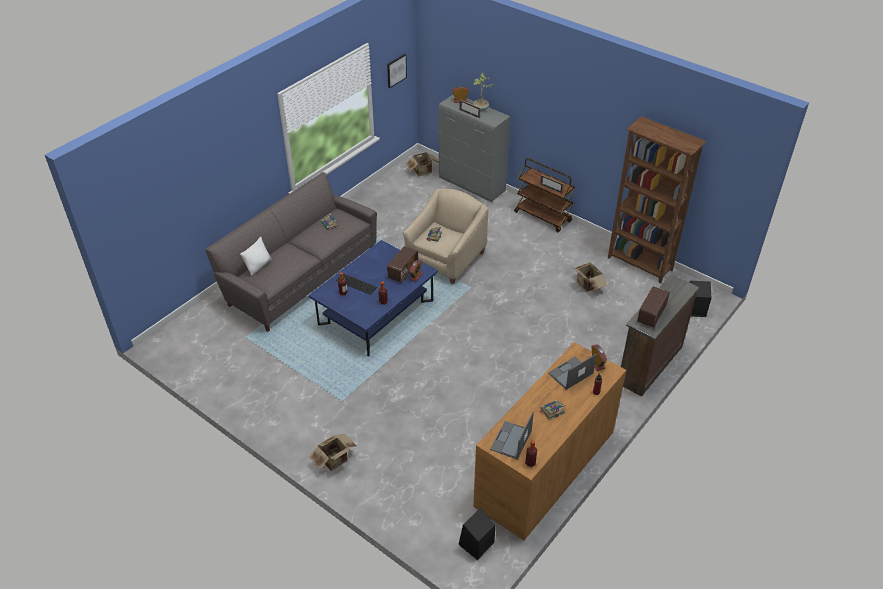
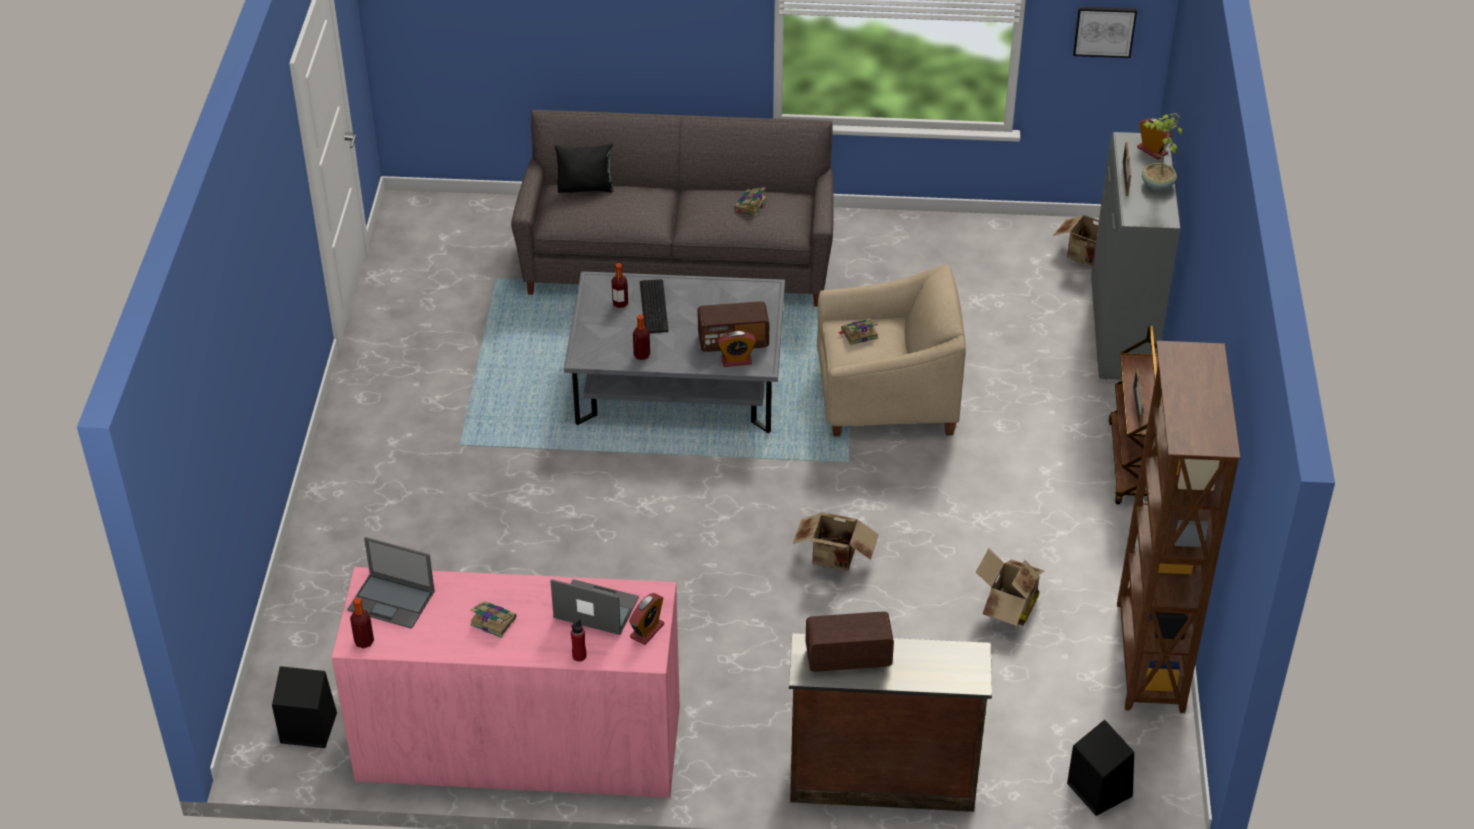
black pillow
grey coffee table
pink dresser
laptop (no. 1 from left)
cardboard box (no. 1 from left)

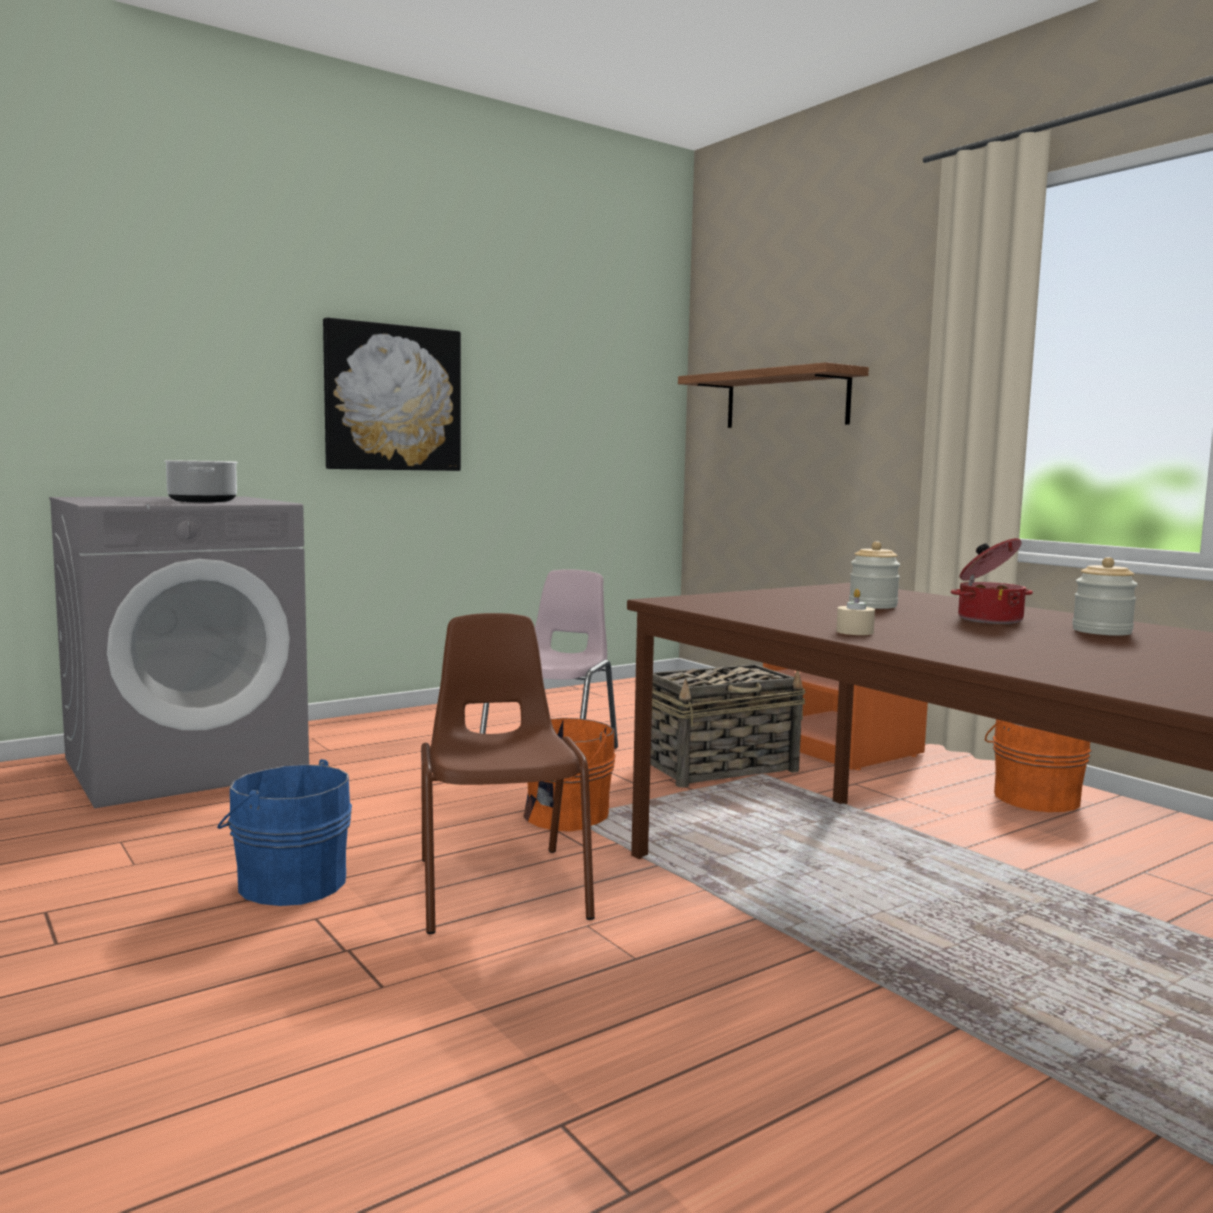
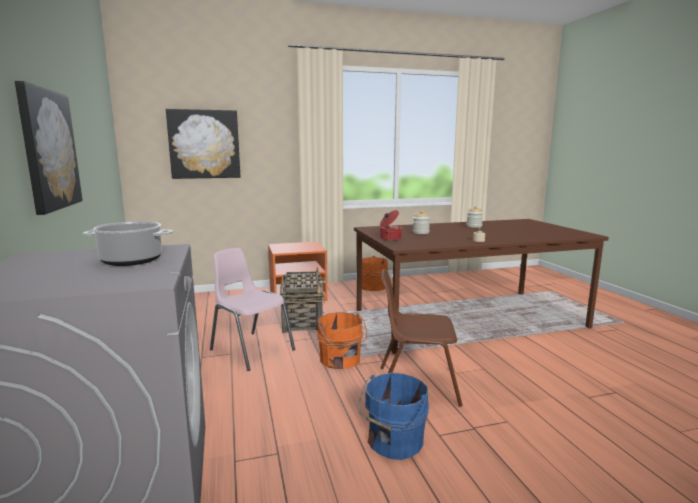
picture (no. 2 from left)
cooking pot (no. 2 from left)

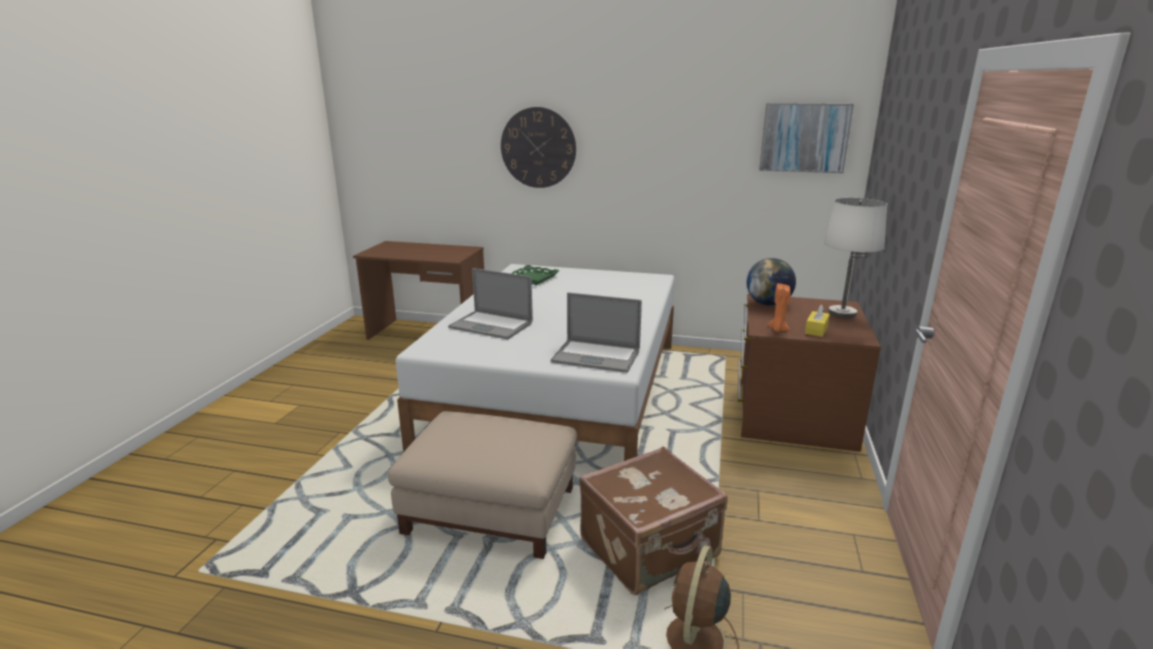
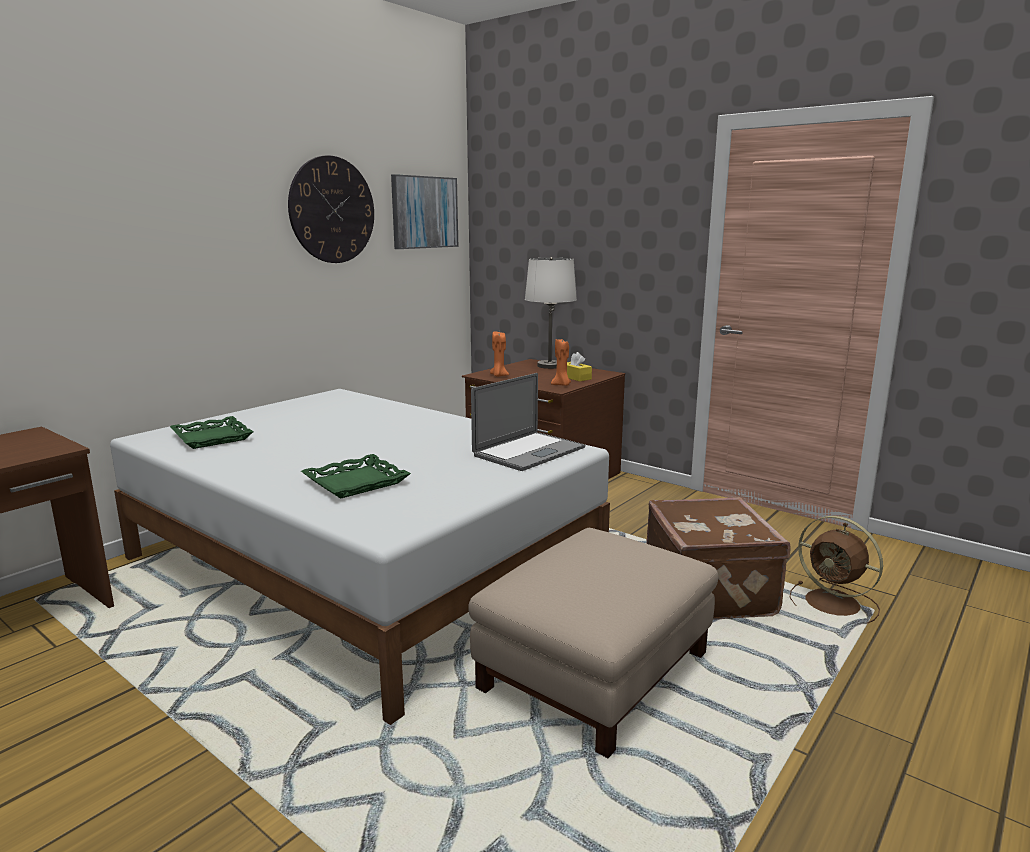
wall clock
orange candle (no. 1 from left)
green tray (no. 2 from left)

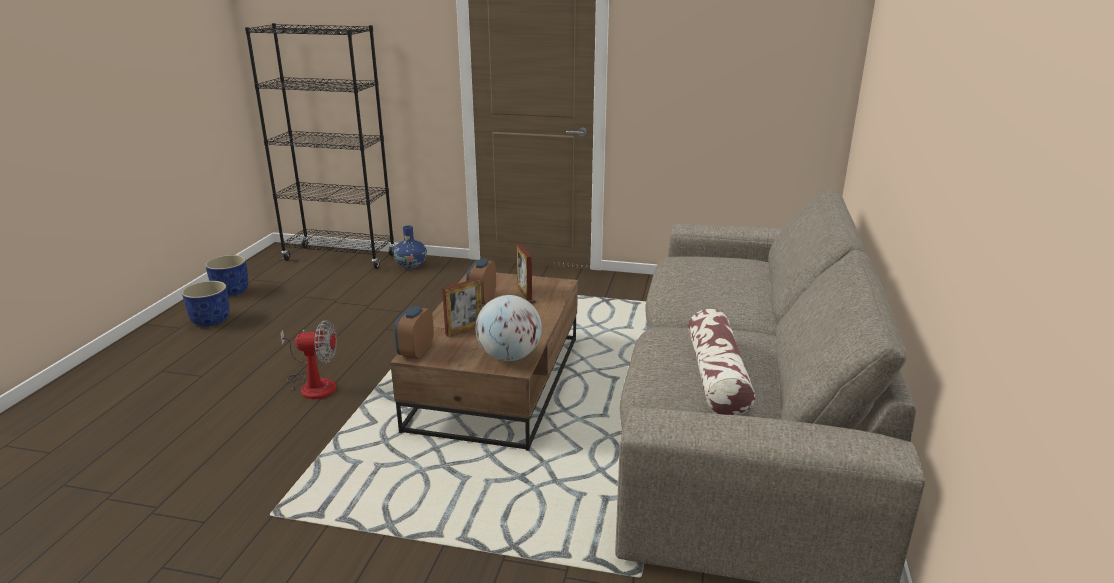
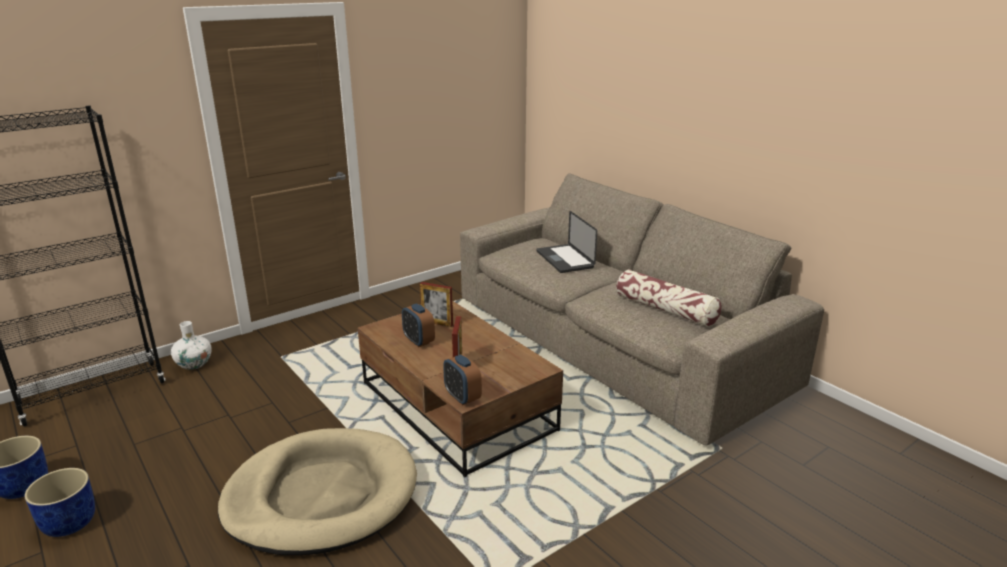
white vase
globe
beige dog bed
laptop

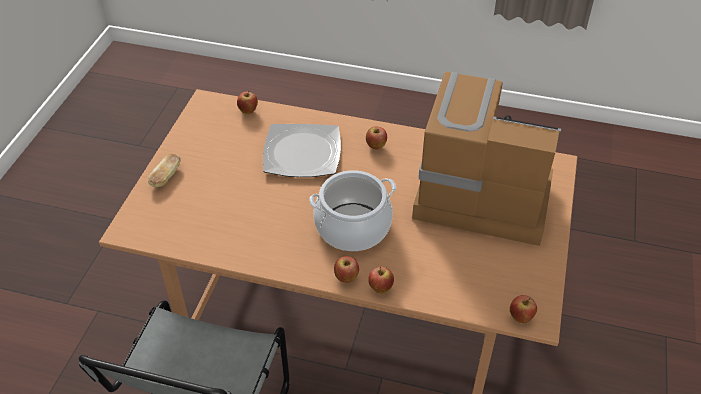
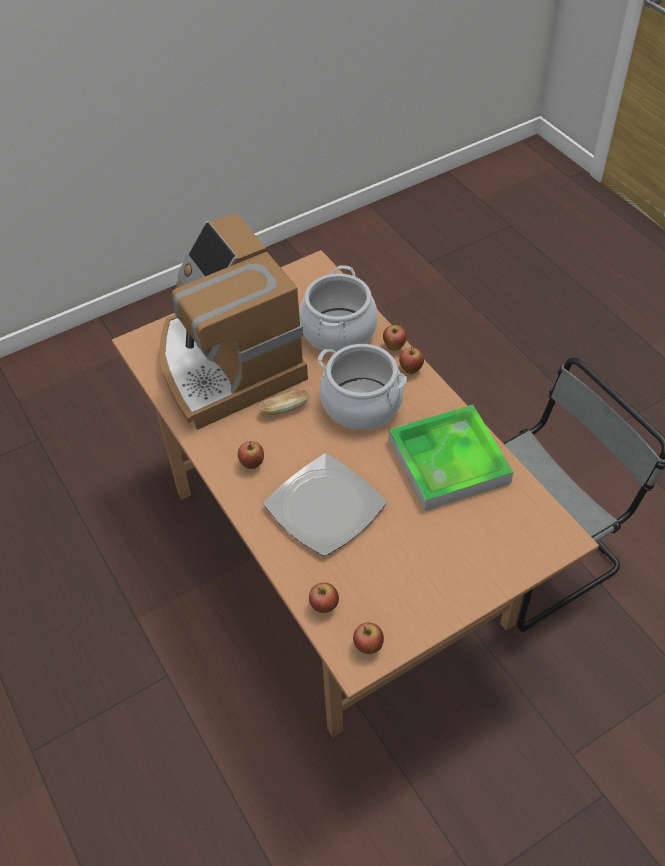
bread
apple (no. 3 from left)
cooking pot (no. 1 from left)
tray

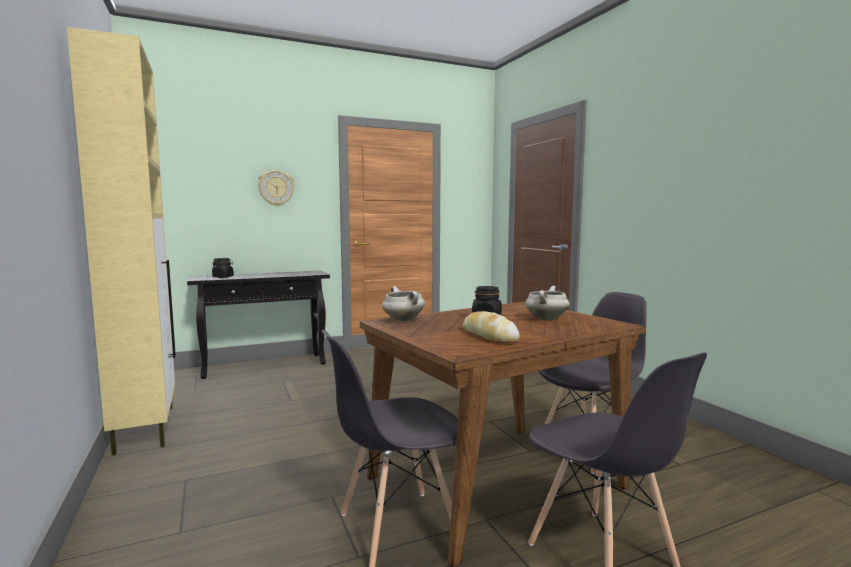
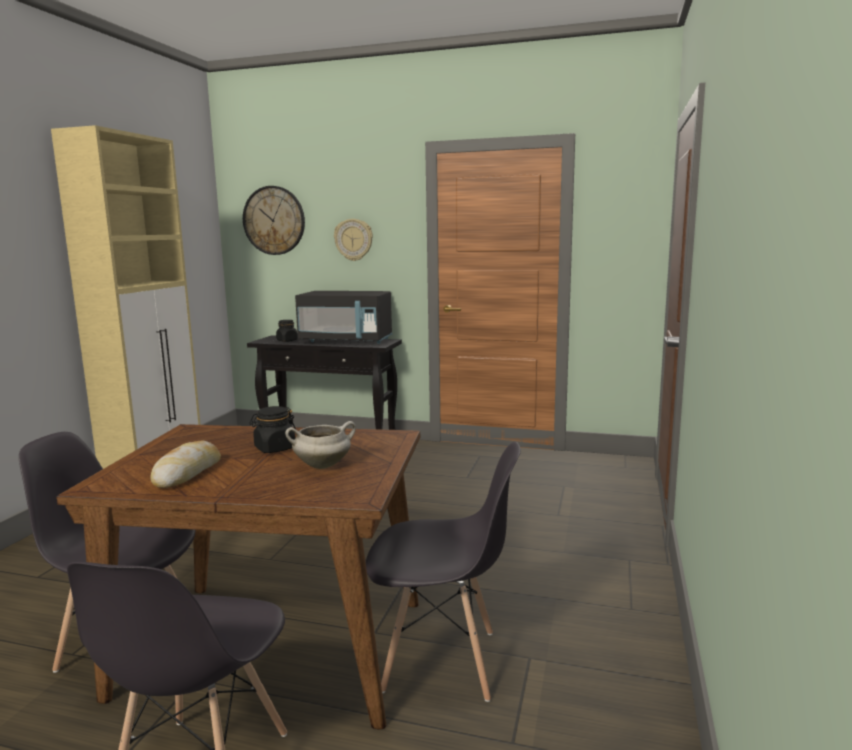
white cooking pot (no. 1 from left in the first image)
wall clock (no. 1 from left)
black microwave

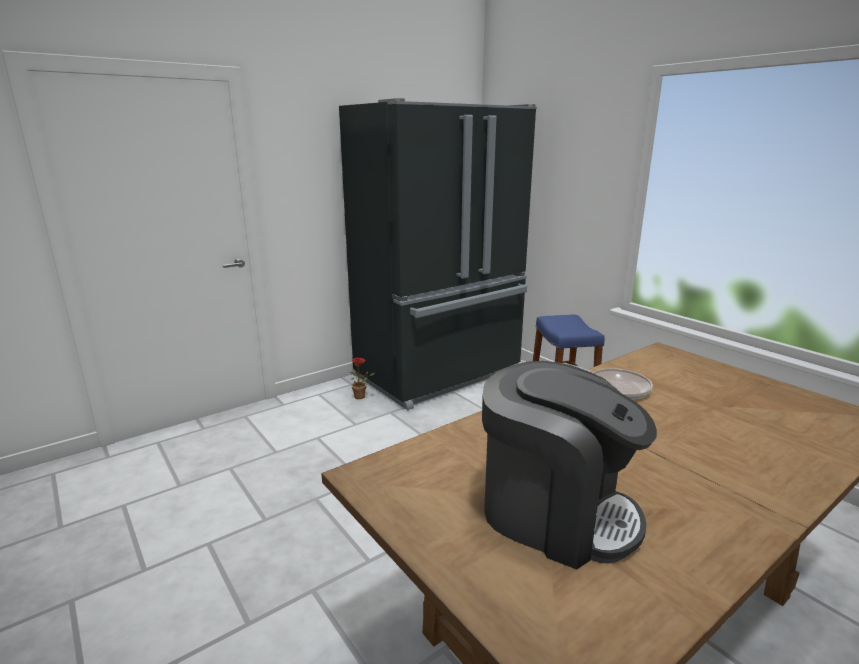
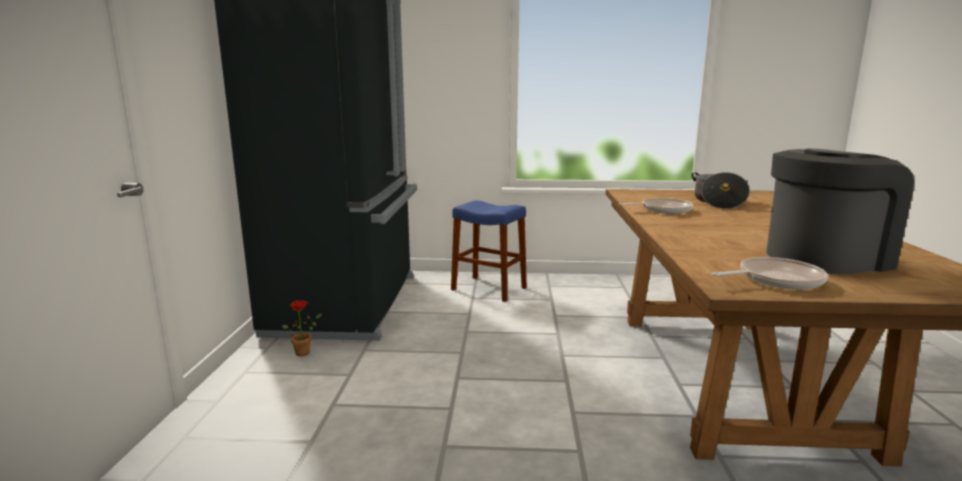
cooking pot
frying pan (no. 2 from left)

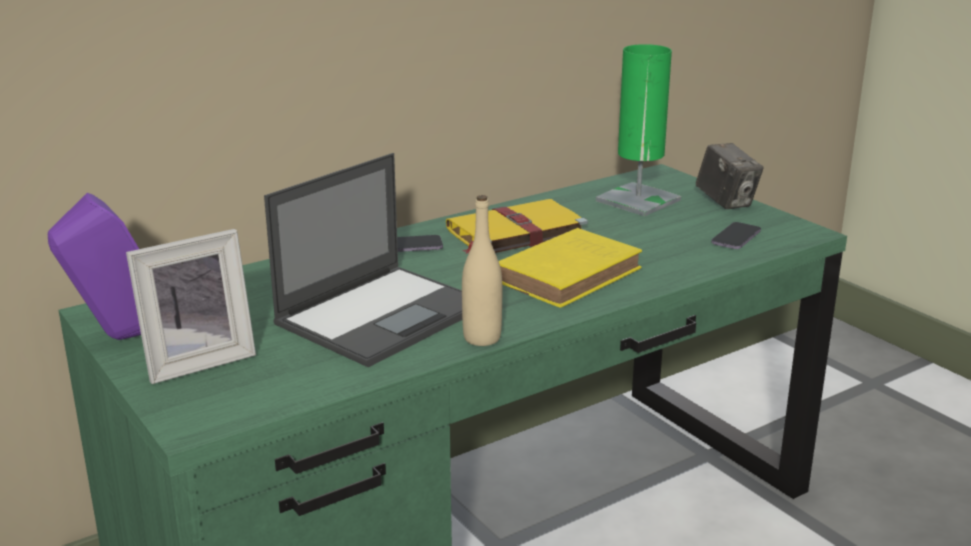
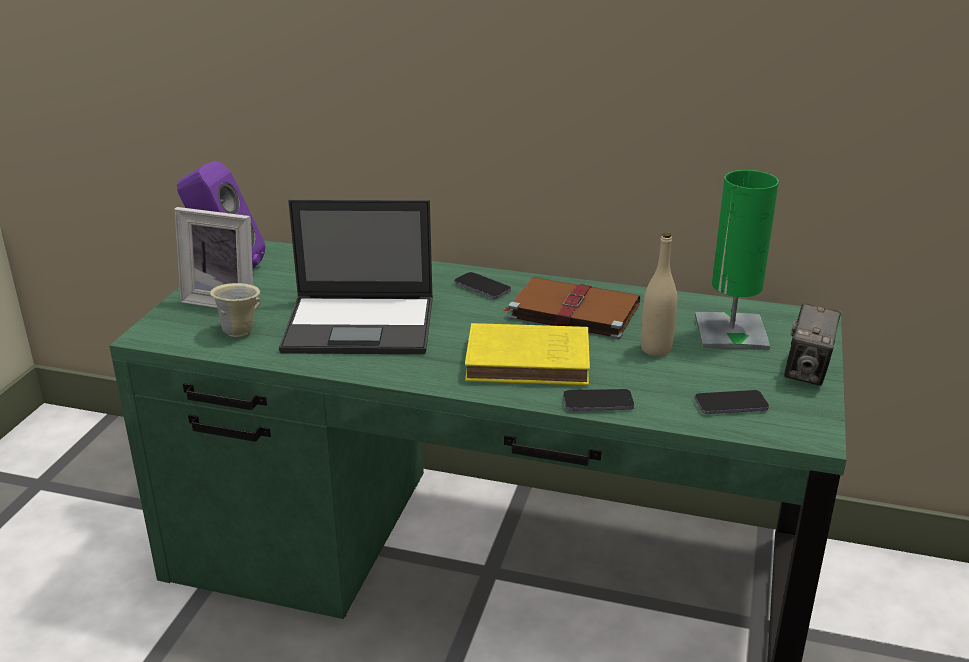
beige bottle
brown book
beige mug
phone (no. 2 from left)

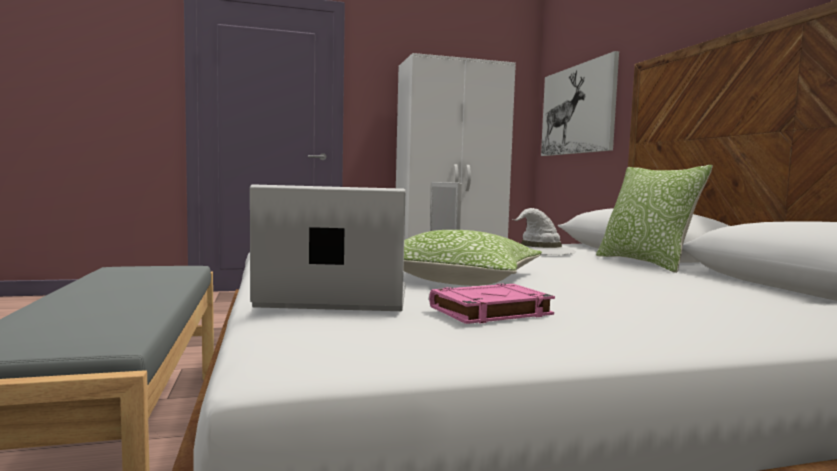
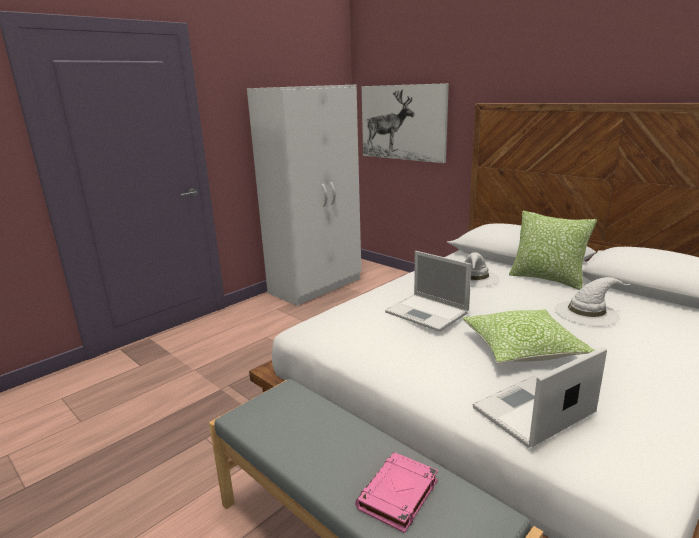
pink book
white hat (no. 2 from left)

